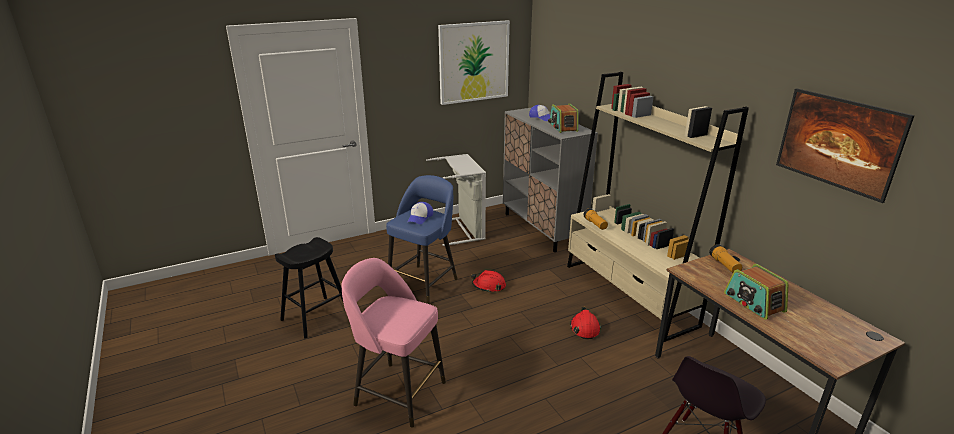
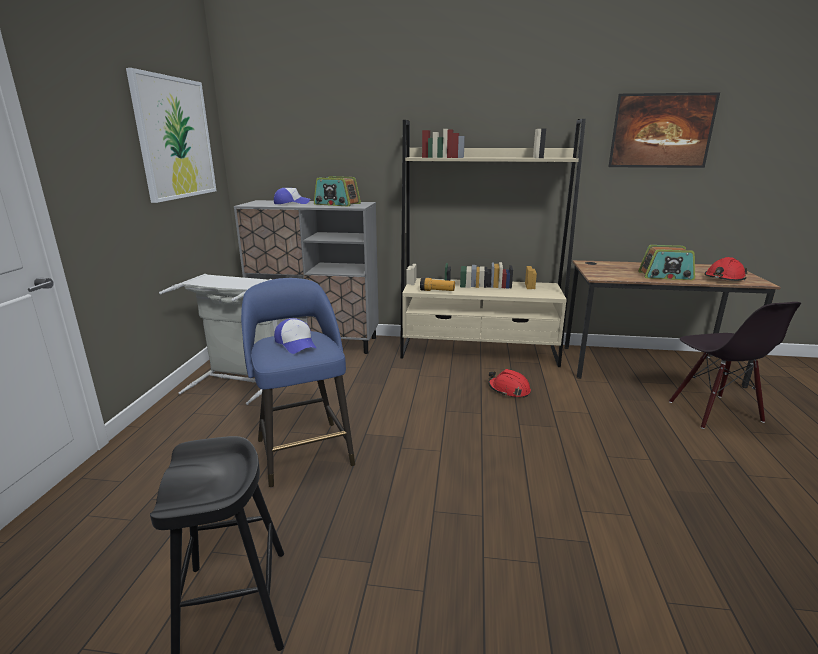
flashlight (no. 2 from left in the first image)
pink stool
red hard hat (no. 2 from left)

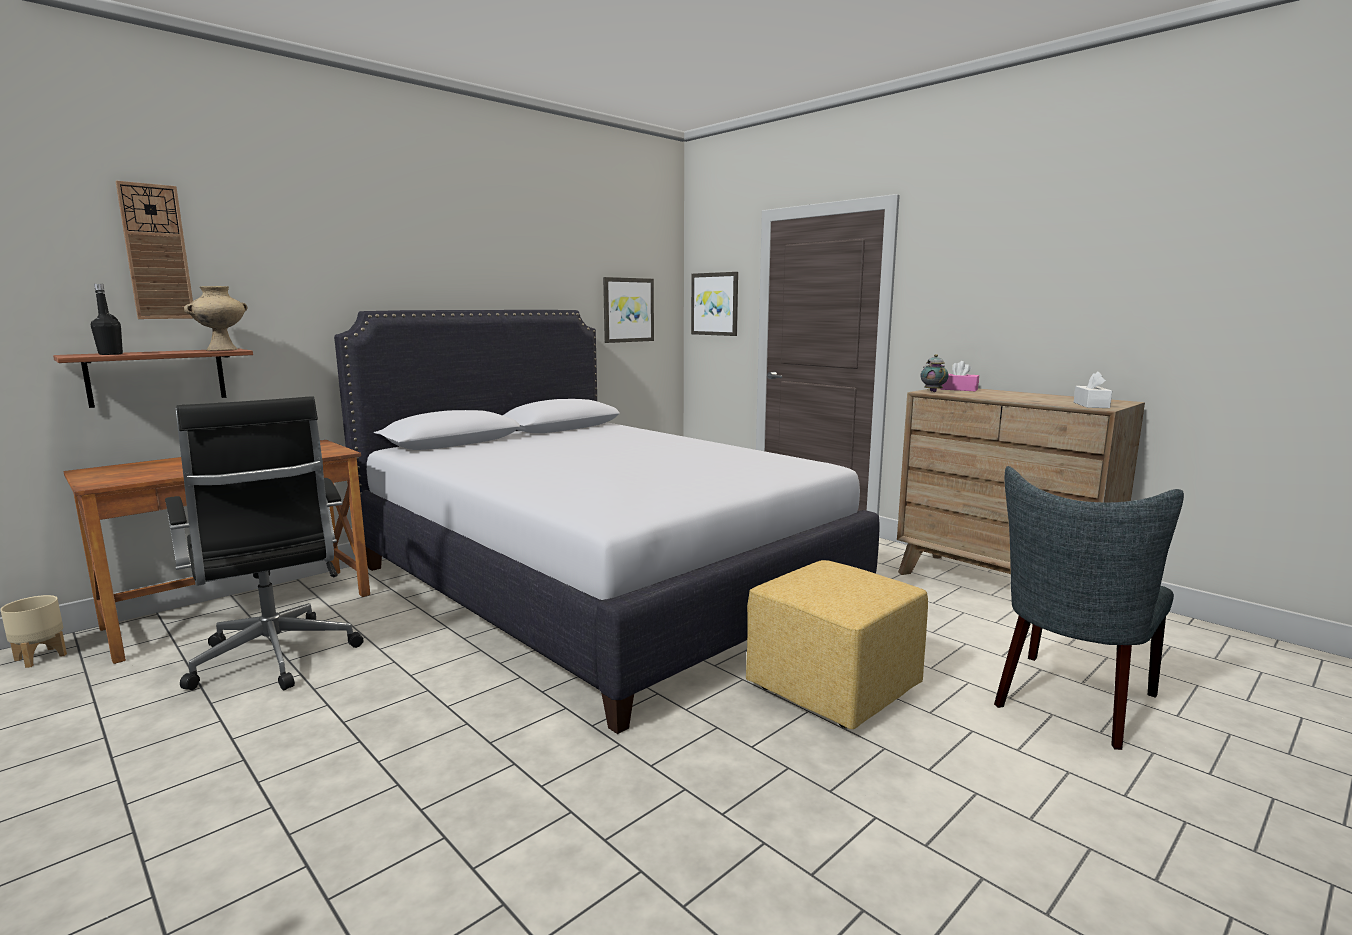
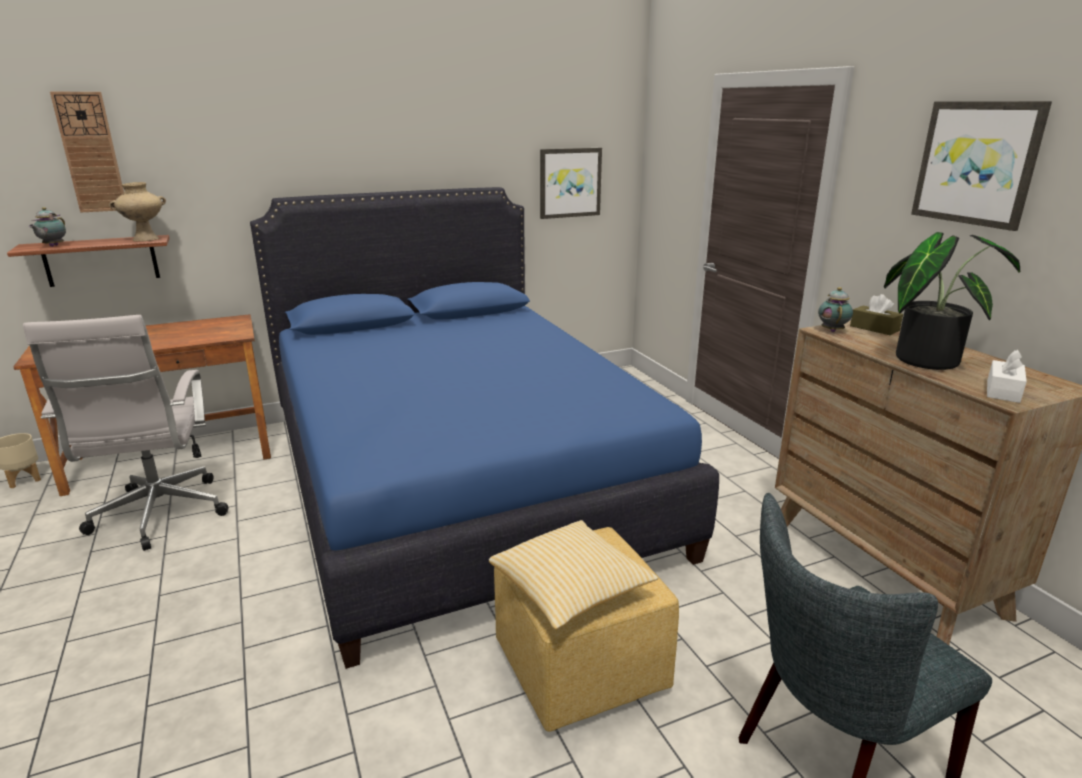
picture (no. 2 from left)
teapot (no. 1 from left)
blue bed
brown tissue box
white office chair
potted plant
pillow

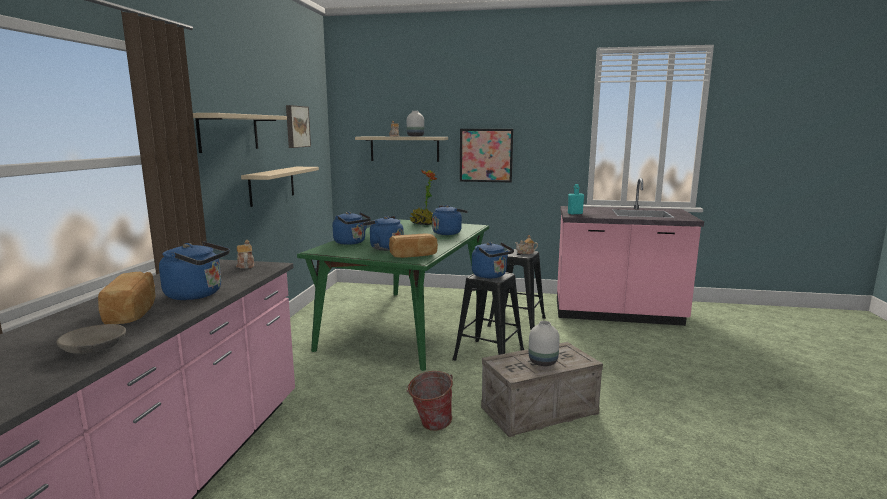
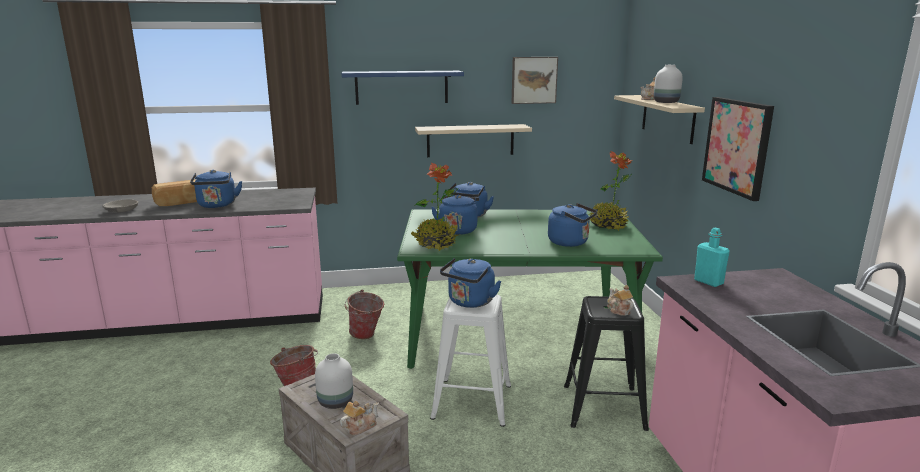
blue shelf
potted plant (no. 1 from left)
teapot (no. 1 from left)
white stool
bucket (no. 2 from left)

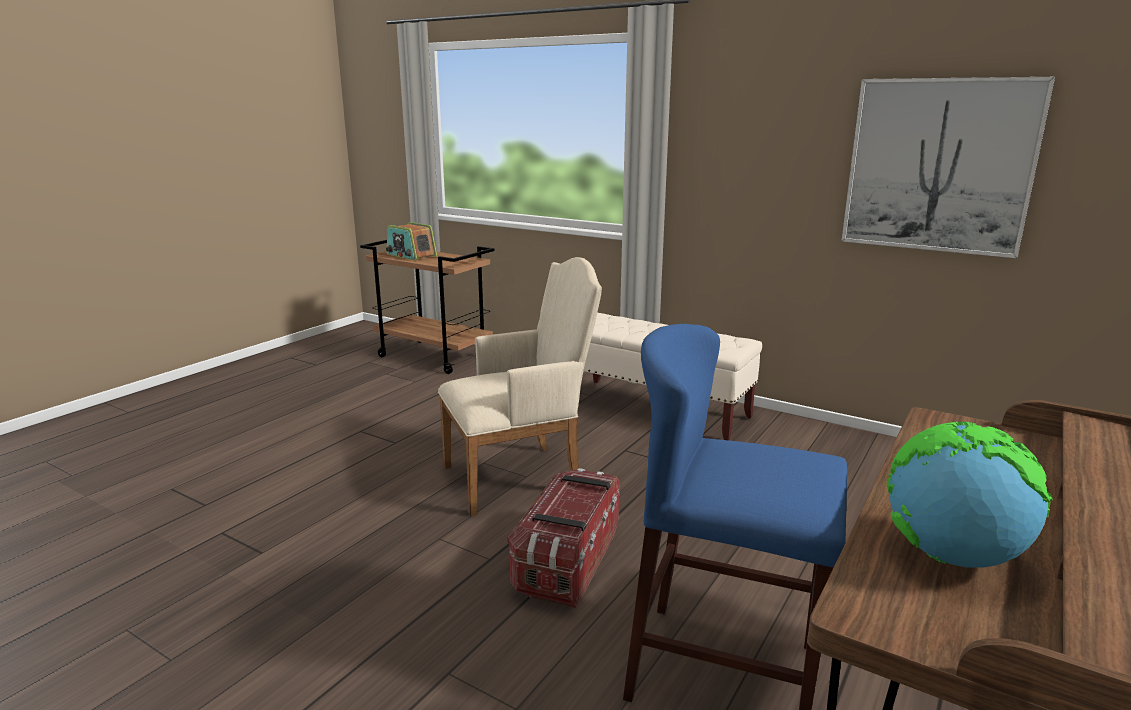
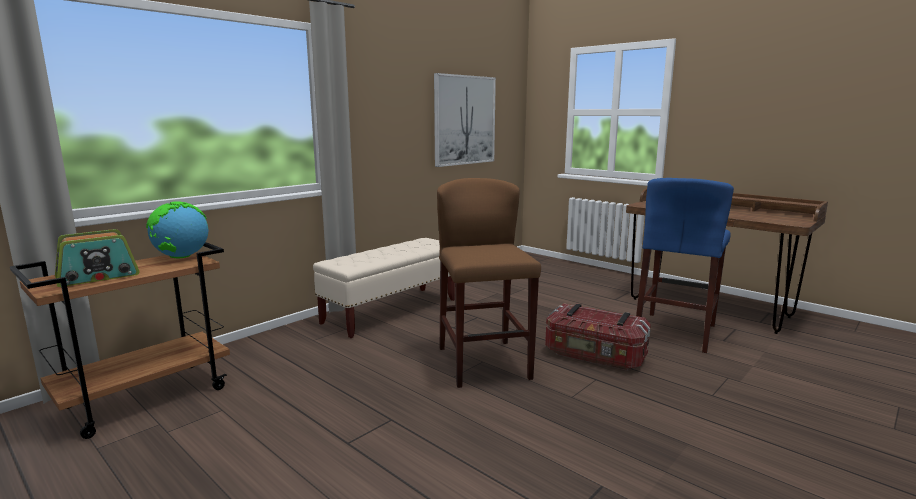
brown stool
globe

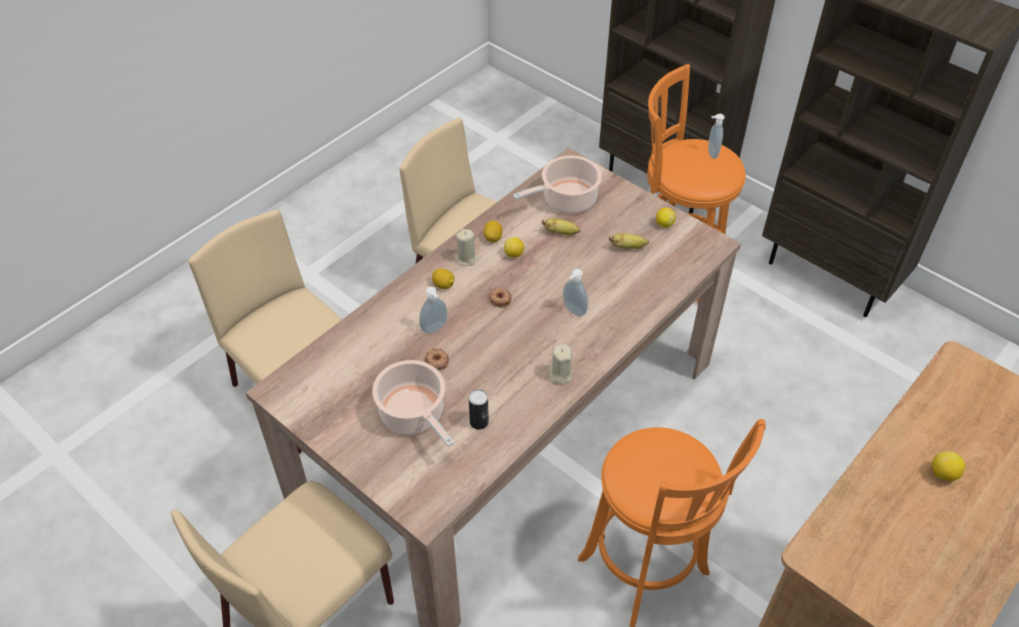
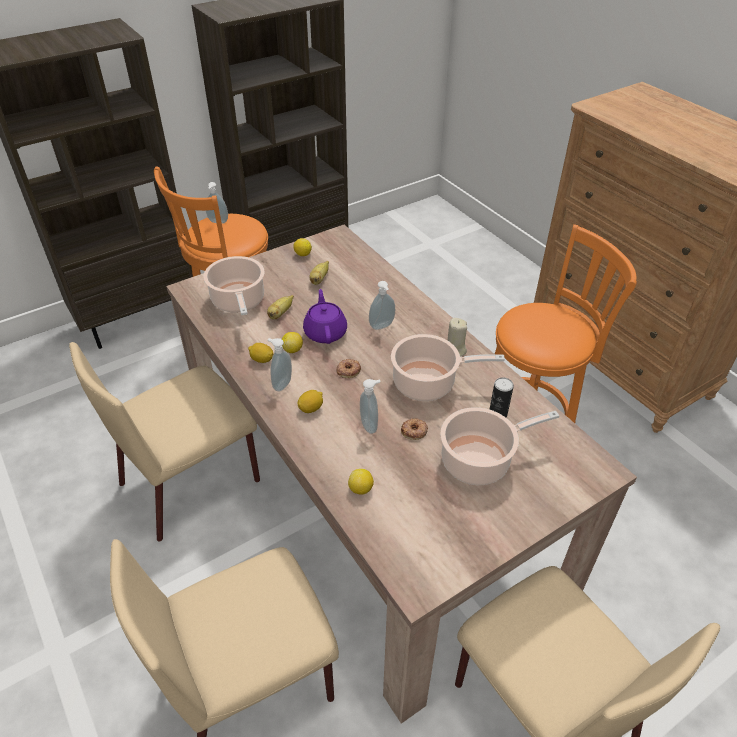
soap dispenser (no. 2 from left)
lemon (no. 5 from left)
purple teapot
cooking pot (no. 2 from left)

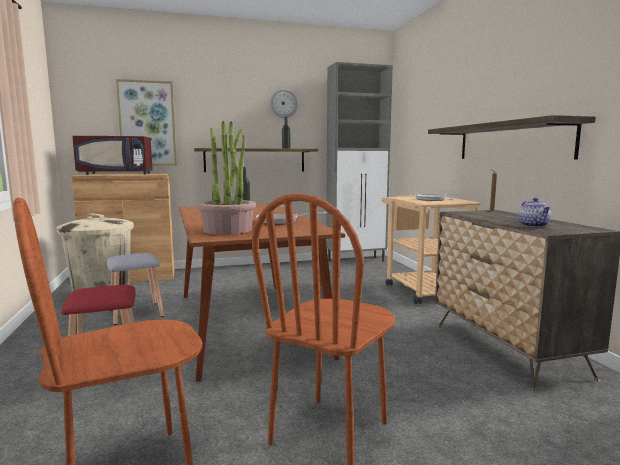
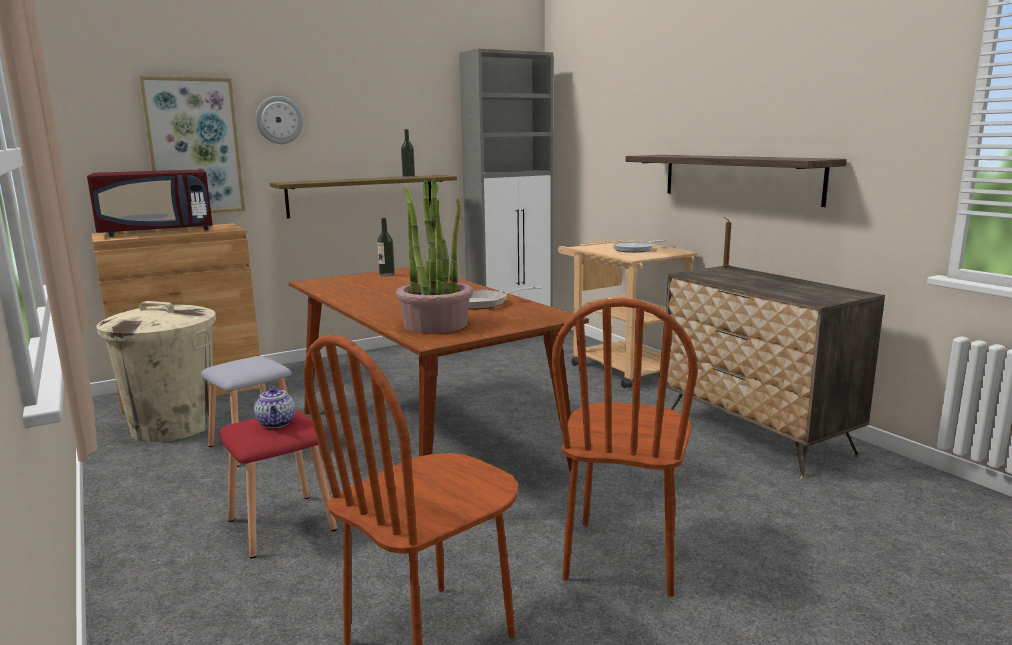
wall clock
teapot

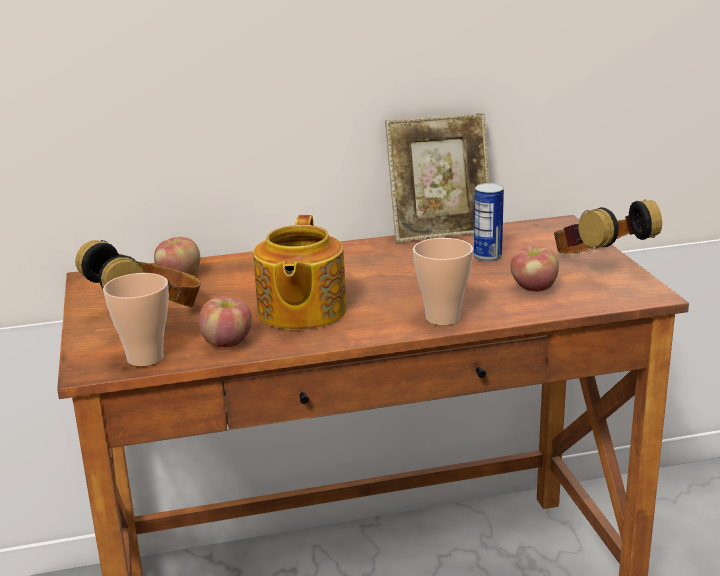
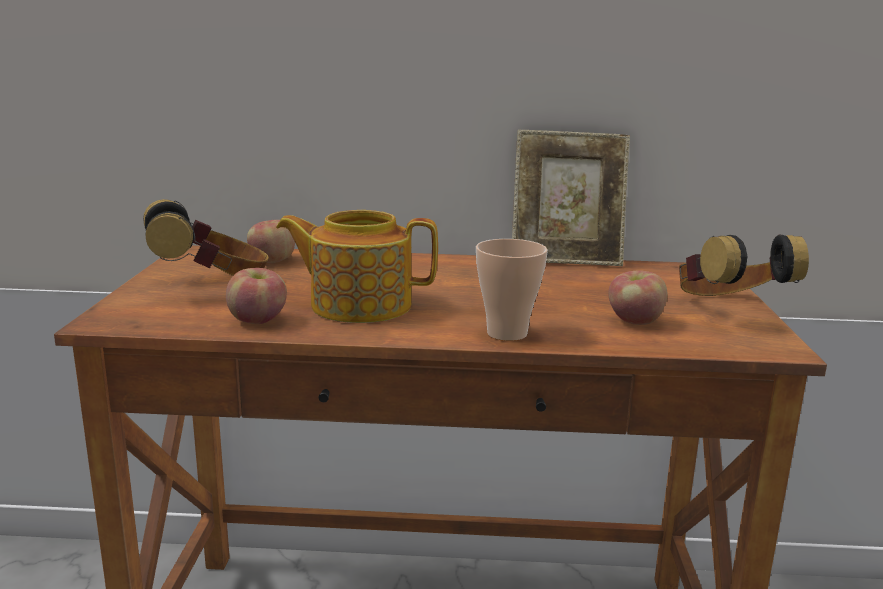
can
teapot
cup (no. 1 from left in the first image)

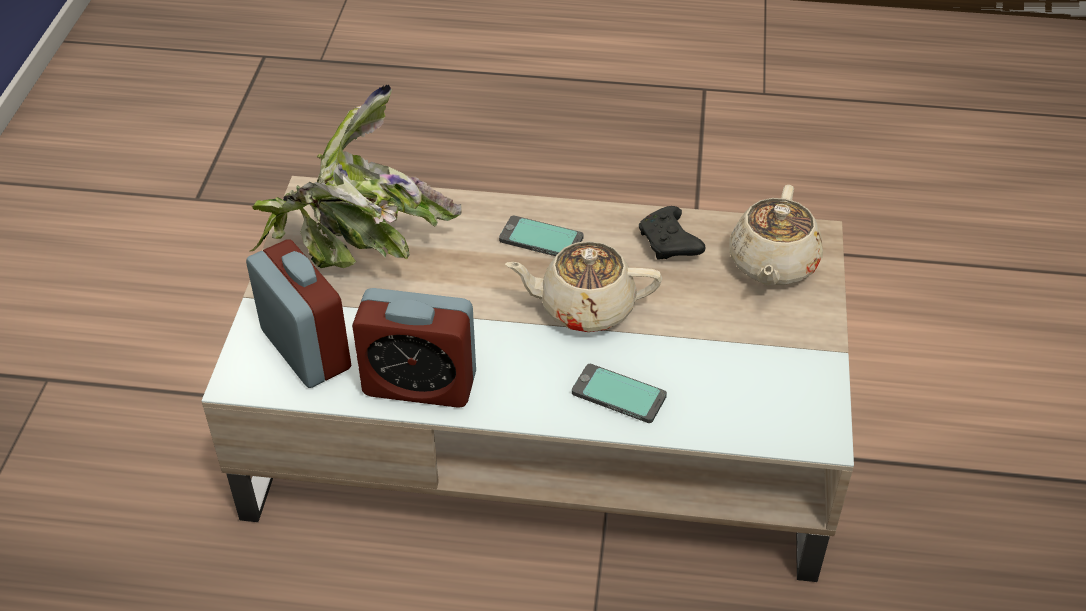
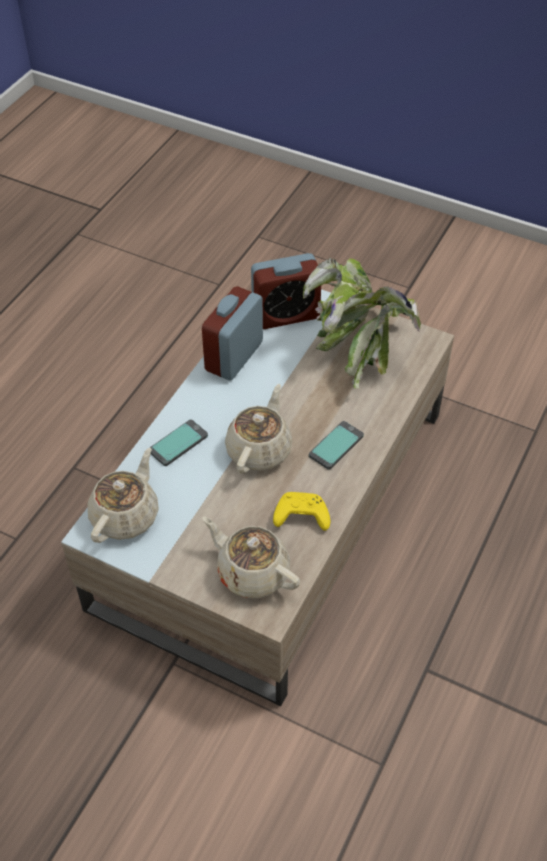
yellow game controller
beige teapot (no. 1 from left)

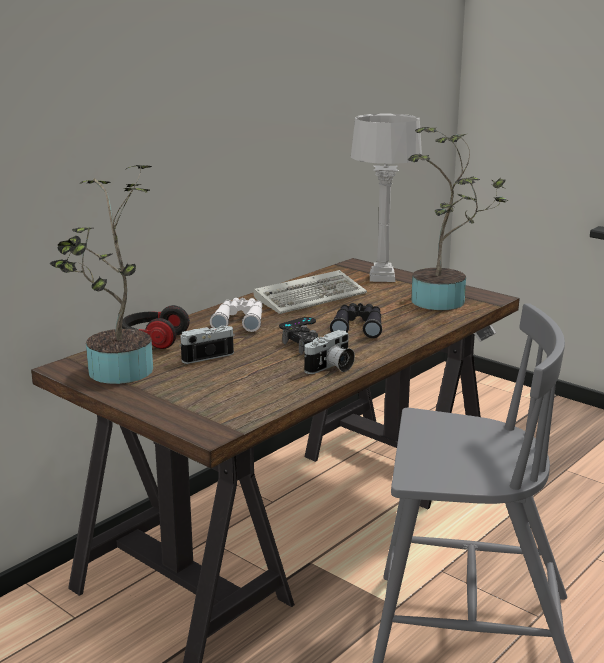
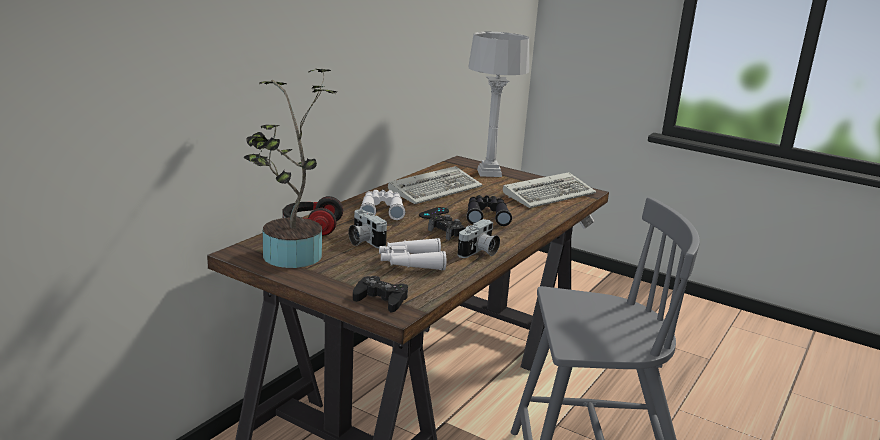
keyboard (no. 2 from left)
photo camera (no. 1 from left)
white binoculars (no. 2 from left)
black game controller (no. 1 from left)

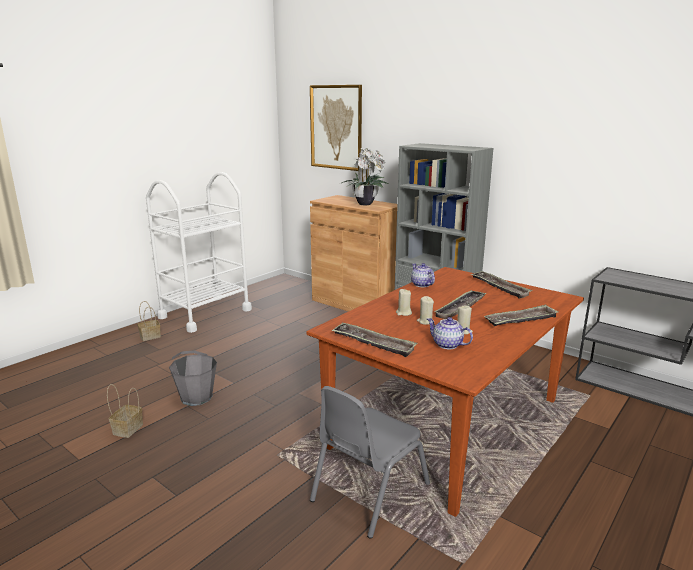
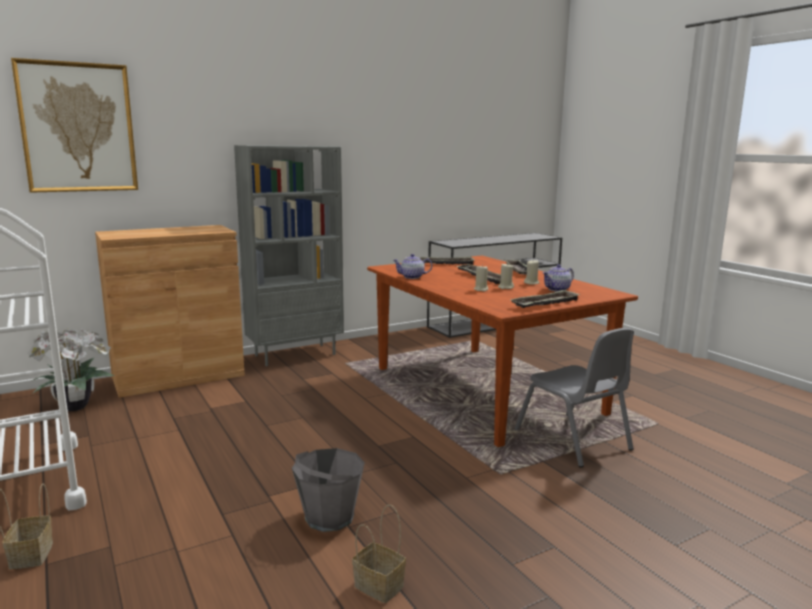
potted plant

